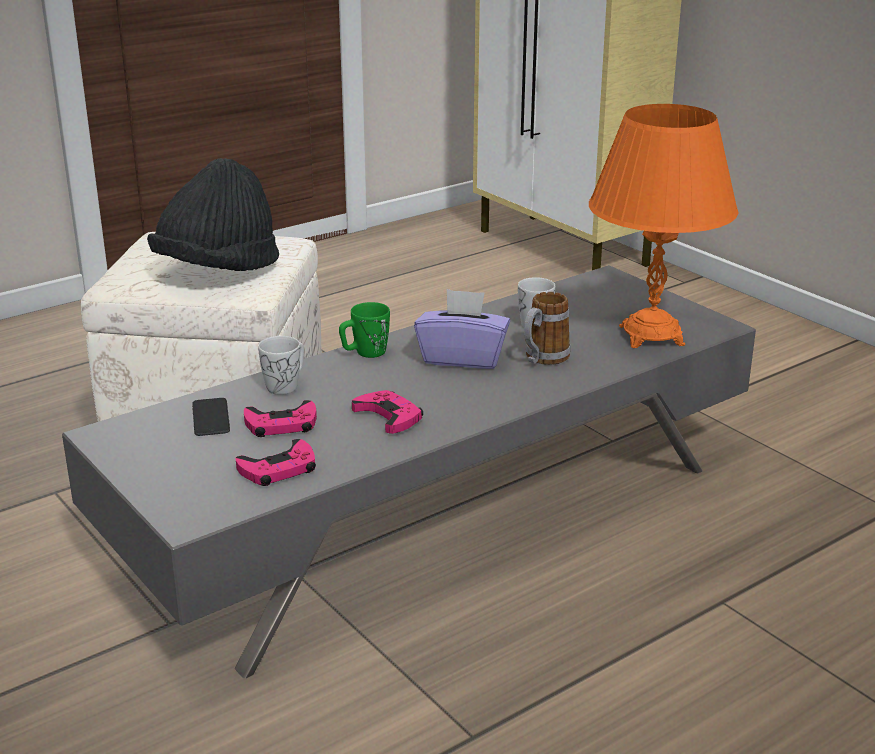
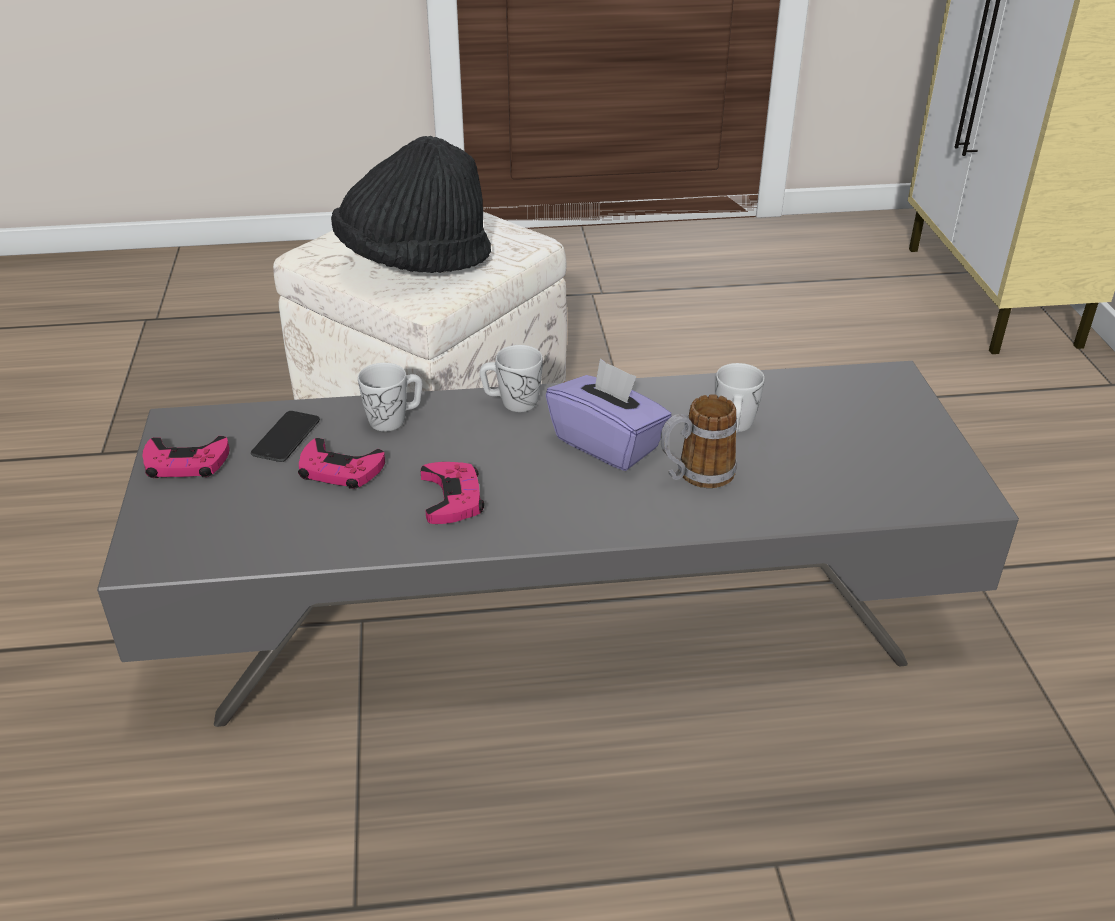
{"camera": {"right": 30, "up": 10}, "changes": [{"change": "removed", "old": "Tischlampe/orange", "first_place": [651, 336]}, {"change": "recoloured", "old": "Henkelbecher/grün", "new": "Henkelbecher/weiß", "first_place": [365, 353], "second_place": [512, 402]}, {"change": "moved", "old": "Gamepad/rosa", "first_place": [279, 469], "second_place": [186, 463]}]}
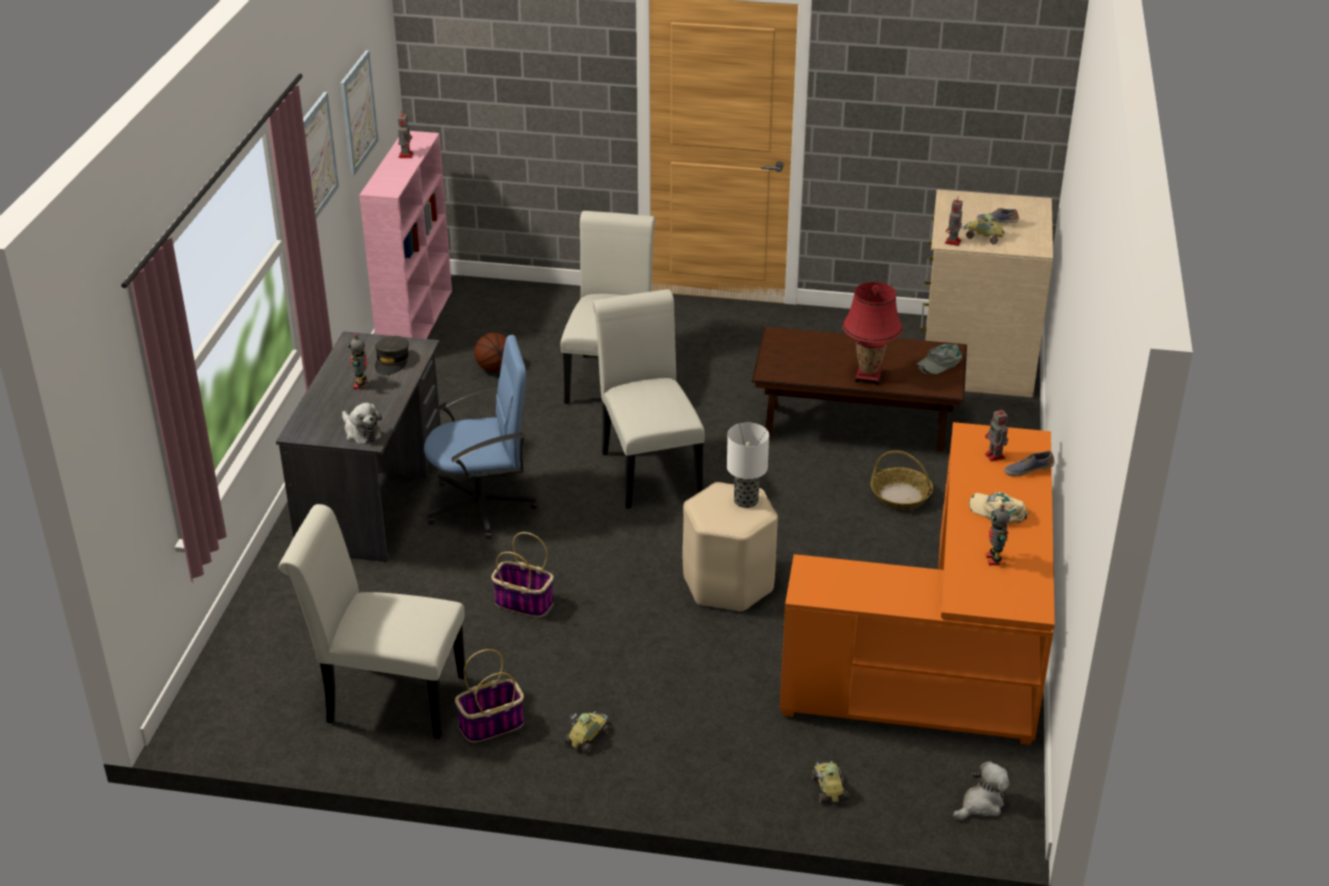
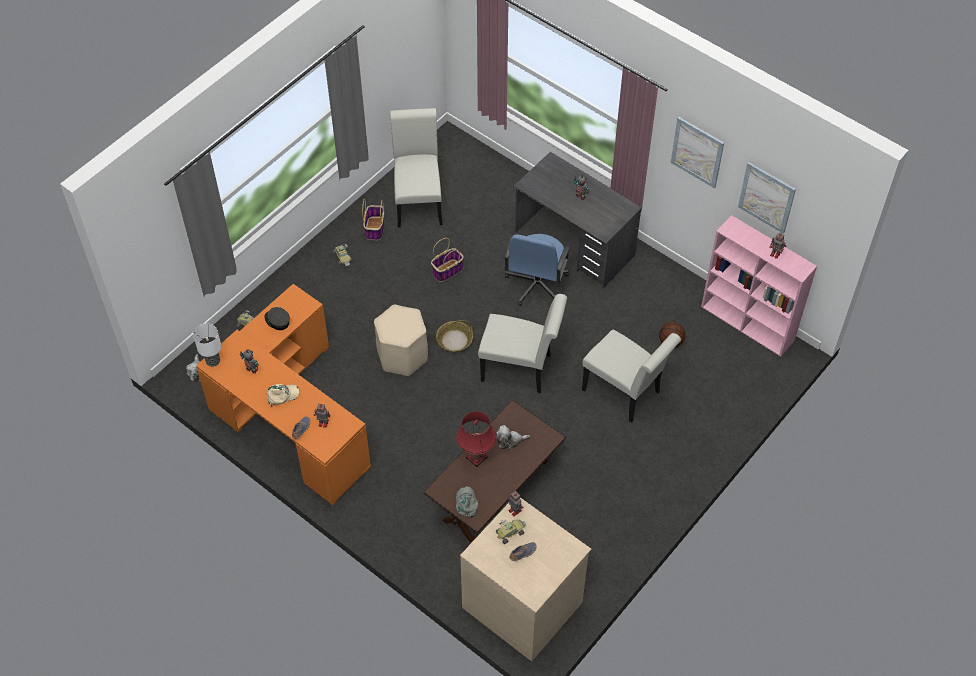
{"camera": {"right": 120, "up": 20}, "changes": [{"change": "moved", "old": "Kappe/grau", "first_place": [392, 362], "second_place": [277, 321]}, {"change": "moved", "old": "Plüschtier", "first_place": [361, 432], "second_place": [510, 441]}, {"change": "moved", "old": "Tischlampe", "first_place": [745, 500], "second_place": [213, 360]}, {"change": "moved", "old": "Korb", "first_place": [900, 495], "second_place": [454, 340]}, {"change": "turned", "old": "Stuhl/weiß", "first_place": [386, 698], "second_place": [418, 200], "degrees": -45}]}
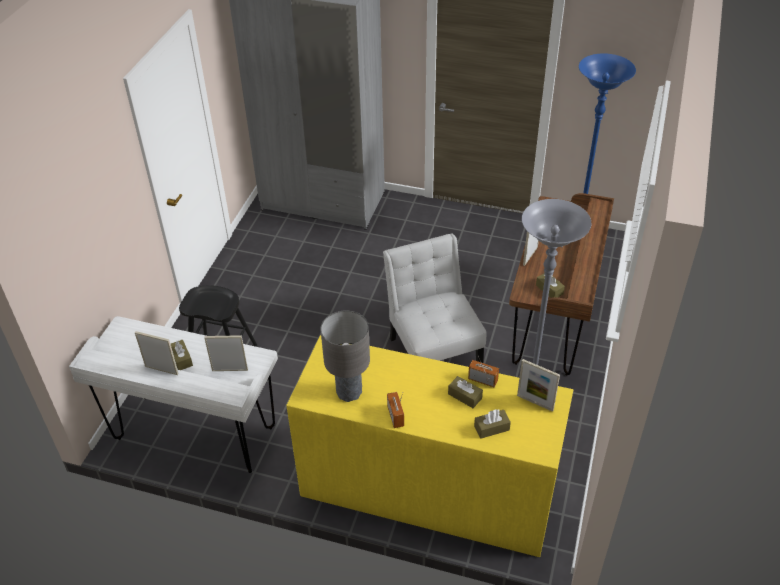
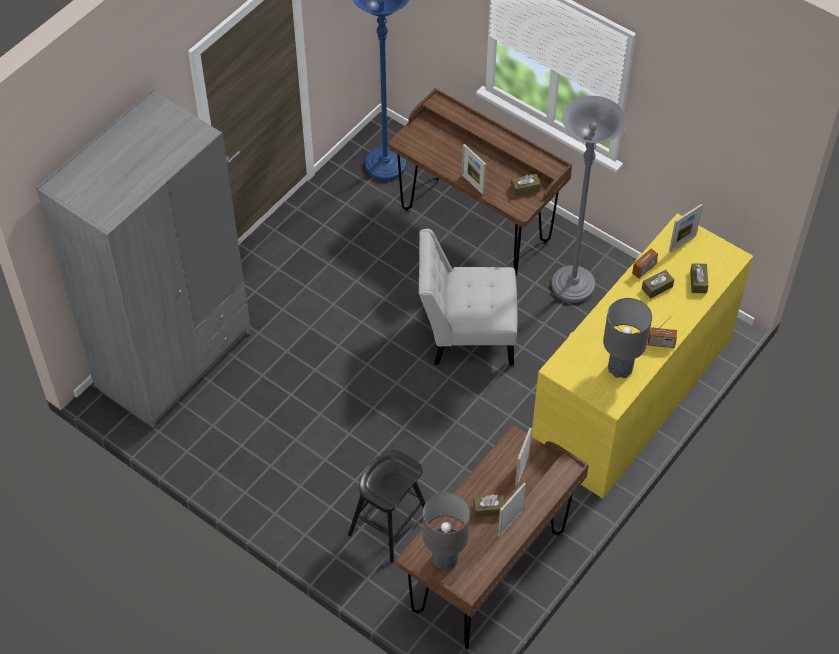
{"camera": {"right": -70, "up": 10}, "changes": [{"change": "recoloured", "old": "Schreibtisch/weiß", "new": "Schreibtisch/braun", "first_place": [195, 434], "second_place": [489, 573]}, {"change": "added", "new": "Tischlampe/grau", "second_place": [445, 558]}]}
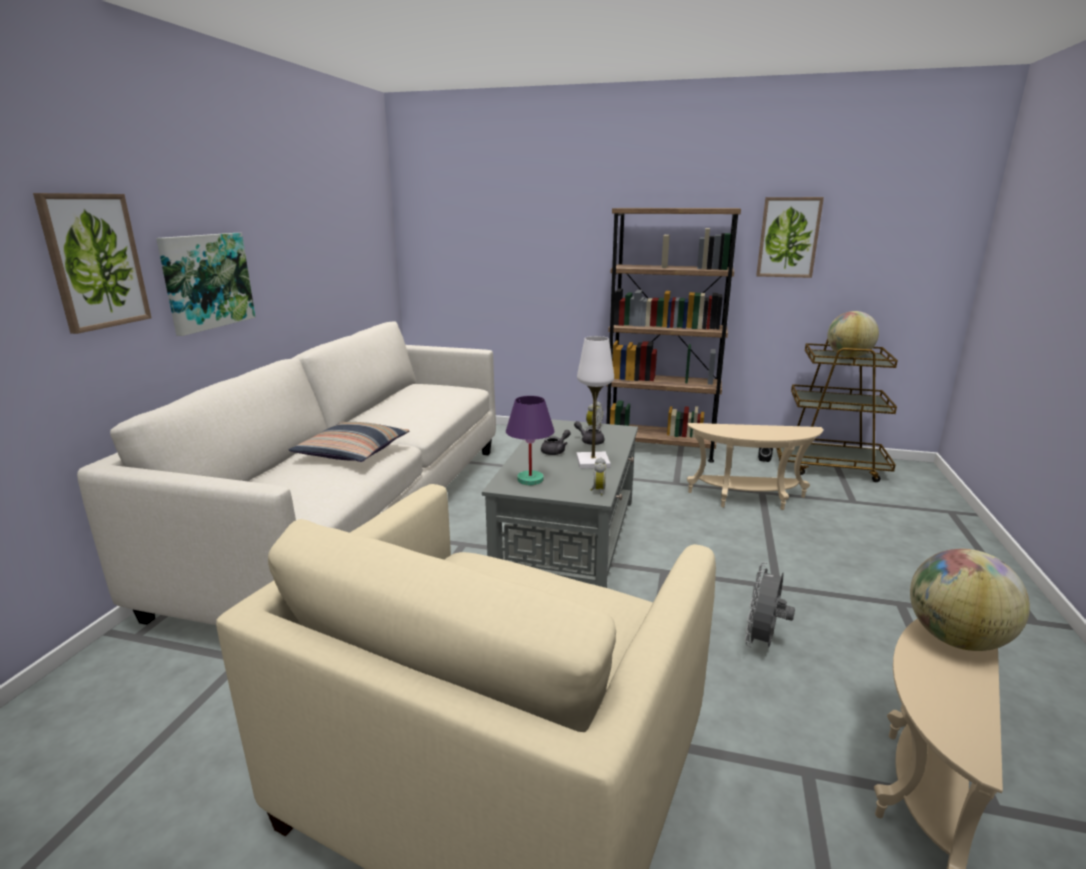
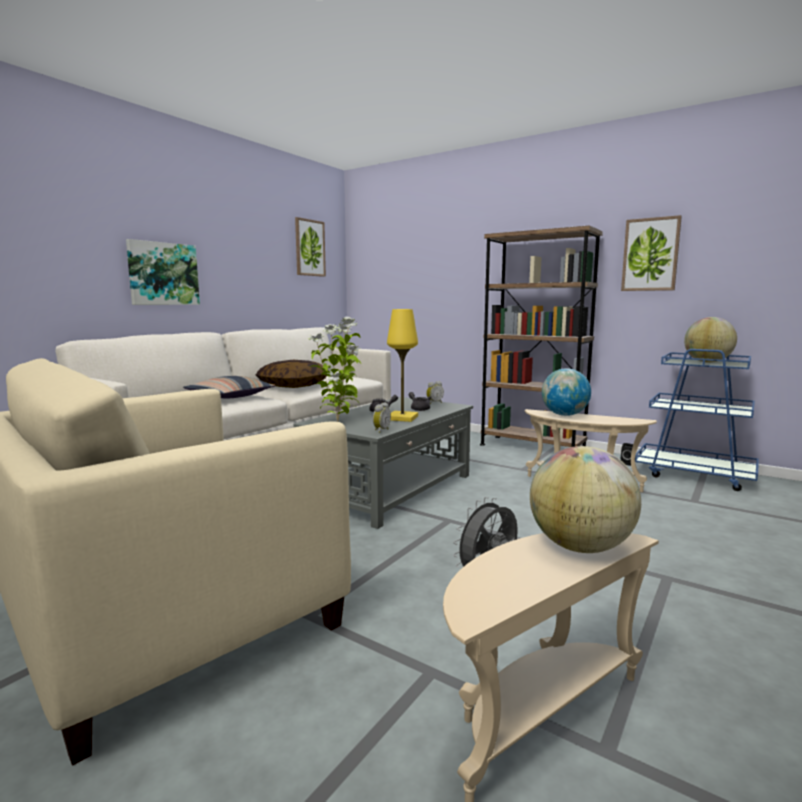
{"camera": {"right": 20, "up": -10}, "changes": [{"change": "moved", "old": "Bild", "first_place": [95, 261], "second_place": [309, 248]}, {"change": "recoloured", "old": "Tischlampe/weiß", "new": "Tischlampe/gelb", "first_place": [593, 462], "second_place": [402, 418]}, {"change": "recoloured", "old": "Rollwagen/braun", "new": "Rollwagen/blau", "first_place": [829, 466], "second_place": [694, 475]}, {"change": "replaced", "old": "Tischlampe/lila", "new": "Topfpflanze", "first_place": [531, 480], "second_place": [338, 421]}, {"change": "added", "new": "Kissen", "second_place": [293, 385]}, {"change": "added", "new": "Globus", "second_place": [564, 415]}]}
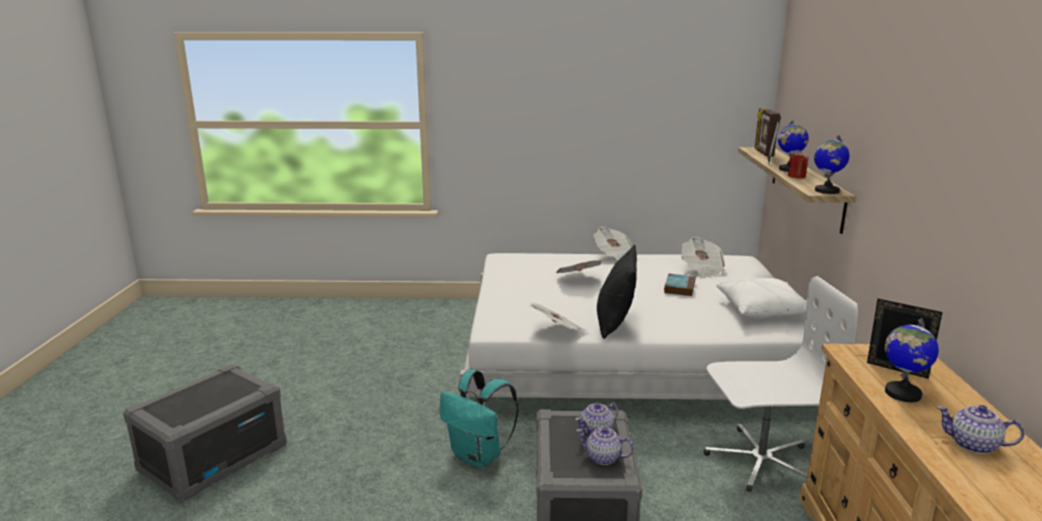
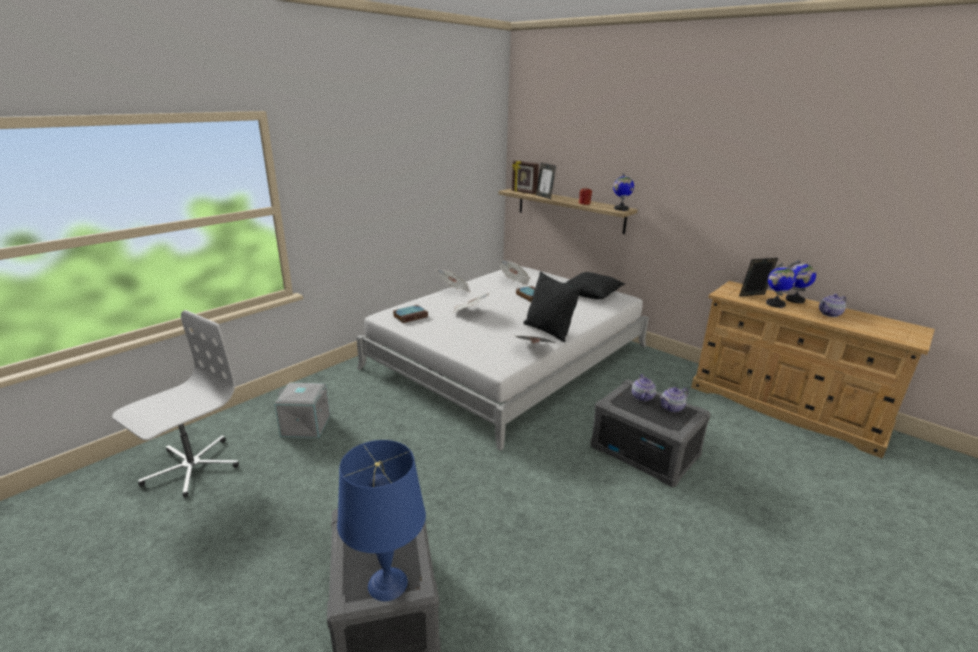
{"camera": {"right": -50, "up": 5}, "changes": [{"change": "moved", "old": "Globus", "first_place": [789, 169], "second_place": [795, 300]}, {"change": "moved", "old": "Bürostuhl/weiß", "first_place": [760, 460], "second_place": [191, 467]}, {"change": "recoloured", "old": "Kissen/weiß", "new": "Kissen/schwarz", "first_place": [762, 310], "second_place": [591, 293]}, {"change": "removed", "old": "Rucksack/türkis", "first_place": [479, 456]}, {"change": "added", "new": "Buch", "second_place": [411, 316]}, {"change": "added", "new": "Aufbewahrungsbox/grau", "second_place": [305, 426]}, {"change": "added", "new": "Tischlampe/blau", "second_place": [387, 583]}]}
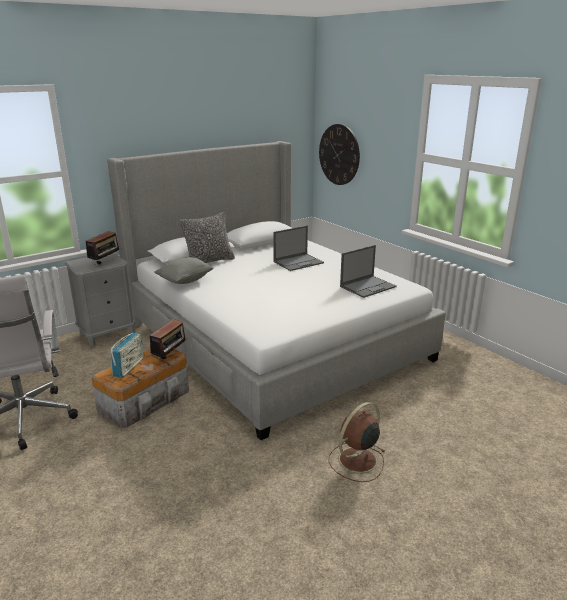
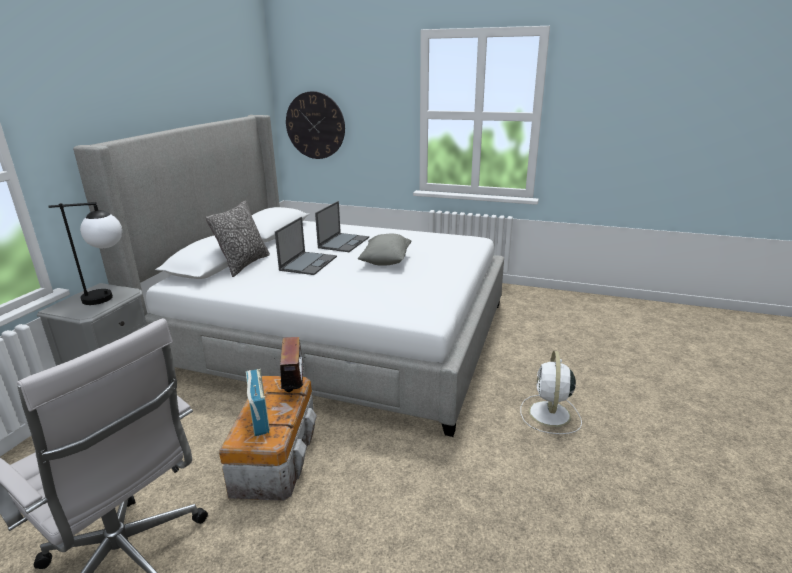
{"camera": {"right": -35, "up": 0}, "changes": [{"change": "replaced", "old": "Radio", "new": "Tischlampe", "first_place": [105, 262], "second_place": [110, 297]}, {"change": "moved", "old": "Laptop", "first_place": [368, 286], "second_place": [308, 263]}, {"change": "moved", "old": "Kissen/grau", "first_place": [185, 281], "second_place": [385, 261]}, {"change": "recoloured", "old": "Ventilator/braun", "new": "Ventilator/weiß", "first_place": [356, 461], "second_place": [549, 415]}]}
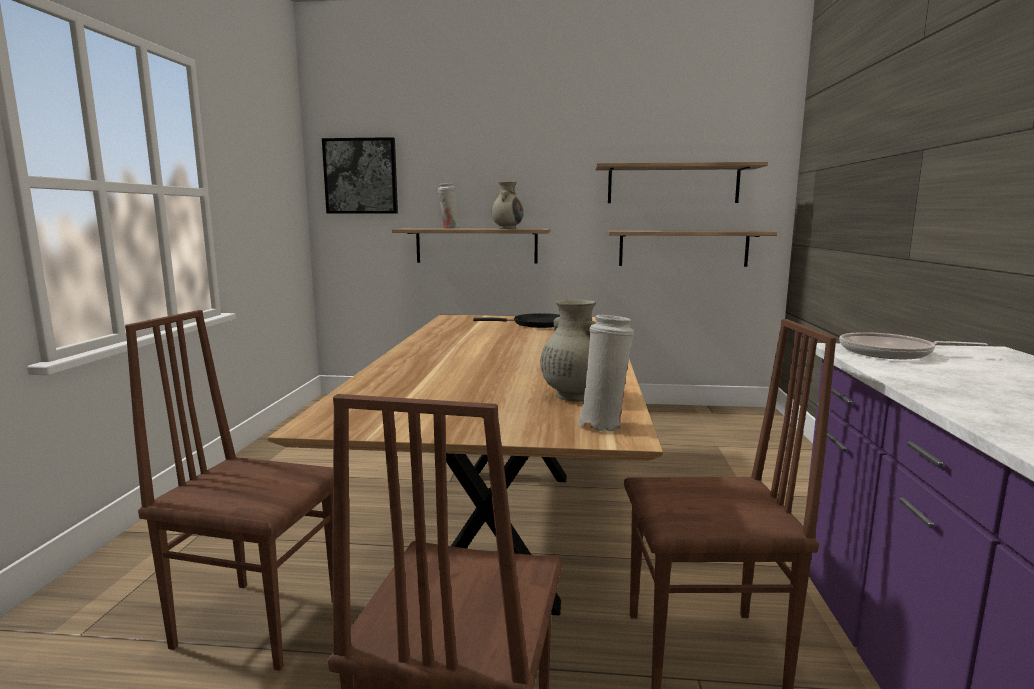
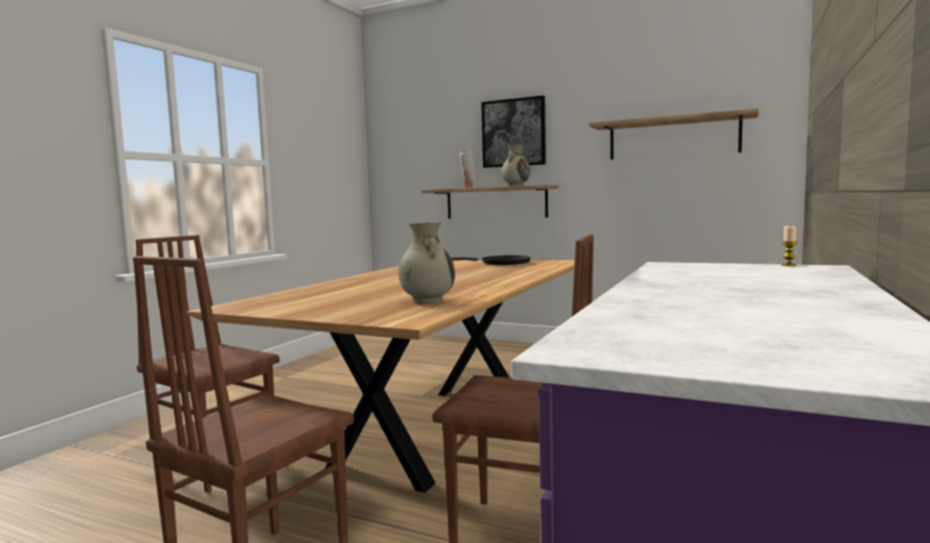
{"camera": {"right": 20, "up": -5}, "changes": [{"change": "moved", "old": "Bild", "first_place": [361, 176], "second_place": [514, 133]}, {"change": "removed", "old": "Wandregal", "first_place": [683, 248]}, {"change": "removed", "old": "Vase/weiß", "first_place": [603, 425]}, {"change": "removed", "old": "Pfanne", "first_place": [891, 353]}, {"change": "added", "new": "Kerze", "second_place": [788, 265]}]}
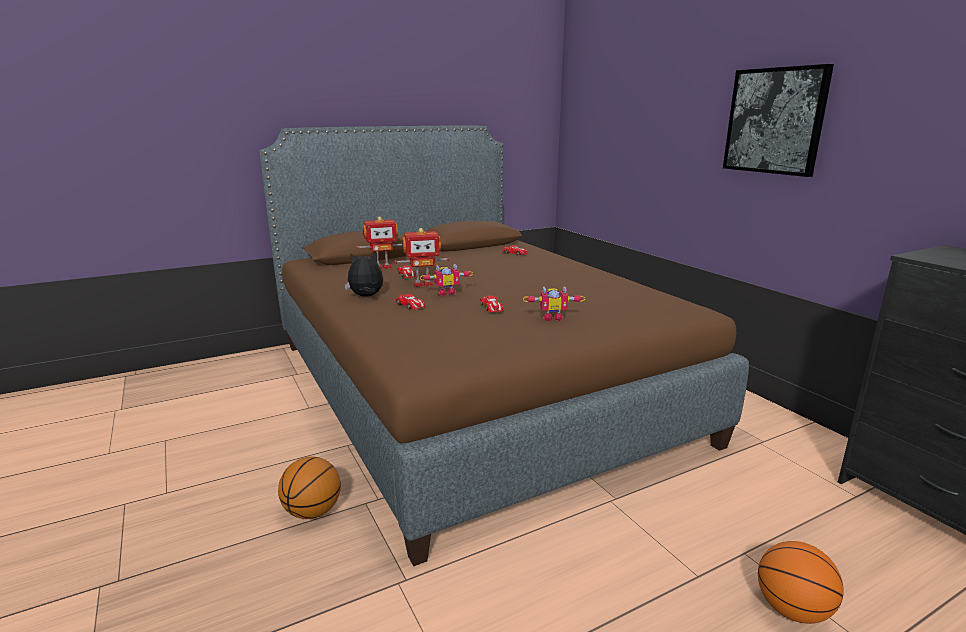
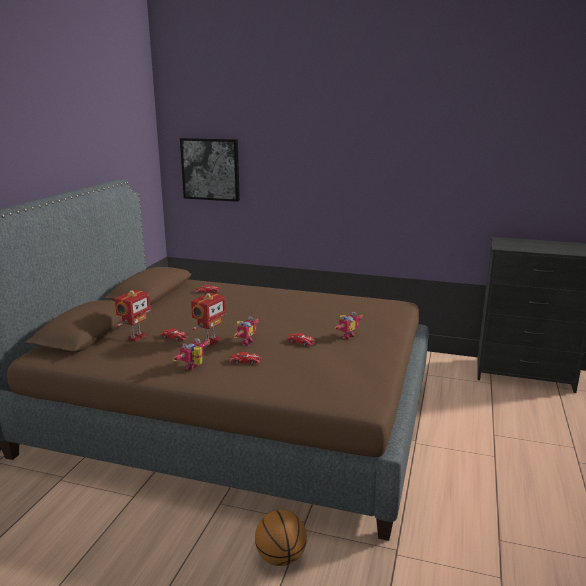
{"camera": {"right": -45, "up": 0}, "changes": [{"change": "moved", "old": "Bild", "first_place": [775, 121], "second_place": [210, 169]}, {"change": "replaced", "old": "Plüschtier", "new": "Spielzeugroboter", "first_place": [366, 296], "second_place": [194, 367]}, {"change": "removed", "old": "Basketball", "first_place": [792, 609]}]}
